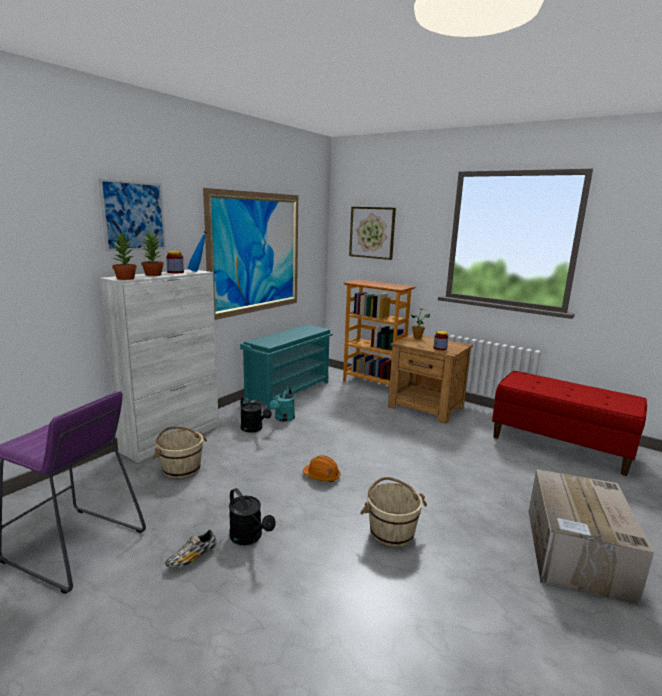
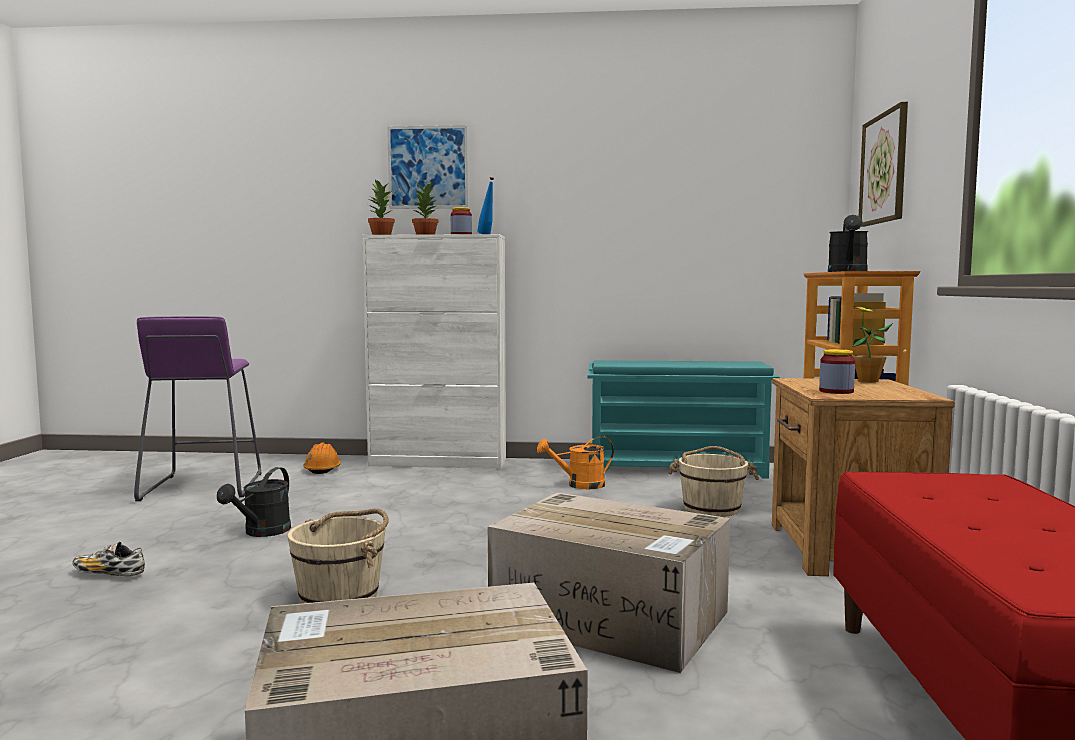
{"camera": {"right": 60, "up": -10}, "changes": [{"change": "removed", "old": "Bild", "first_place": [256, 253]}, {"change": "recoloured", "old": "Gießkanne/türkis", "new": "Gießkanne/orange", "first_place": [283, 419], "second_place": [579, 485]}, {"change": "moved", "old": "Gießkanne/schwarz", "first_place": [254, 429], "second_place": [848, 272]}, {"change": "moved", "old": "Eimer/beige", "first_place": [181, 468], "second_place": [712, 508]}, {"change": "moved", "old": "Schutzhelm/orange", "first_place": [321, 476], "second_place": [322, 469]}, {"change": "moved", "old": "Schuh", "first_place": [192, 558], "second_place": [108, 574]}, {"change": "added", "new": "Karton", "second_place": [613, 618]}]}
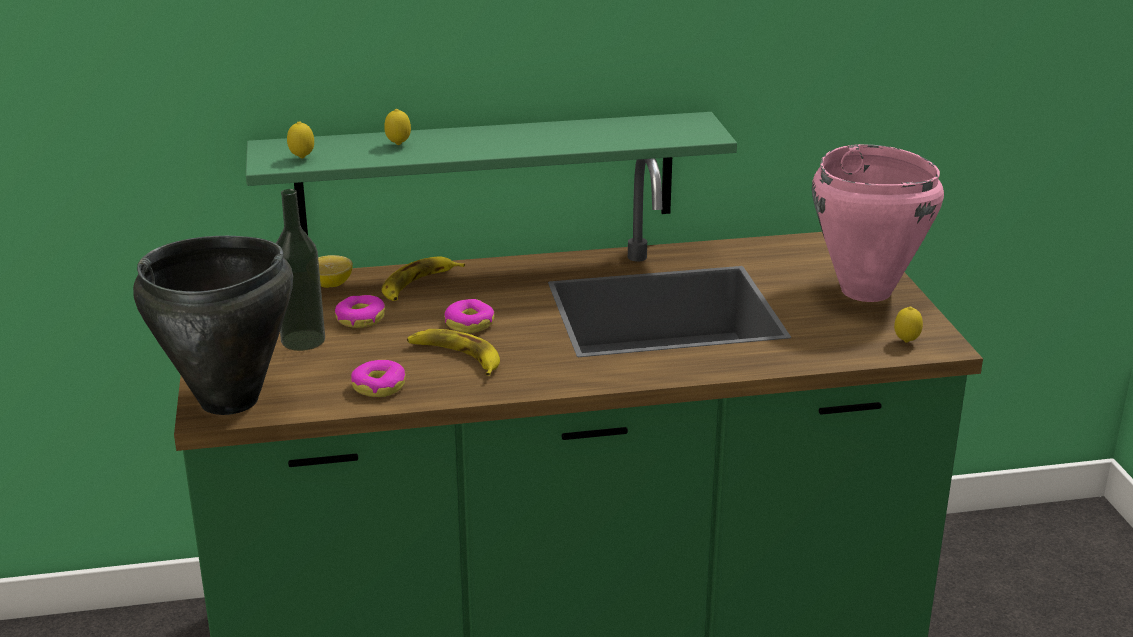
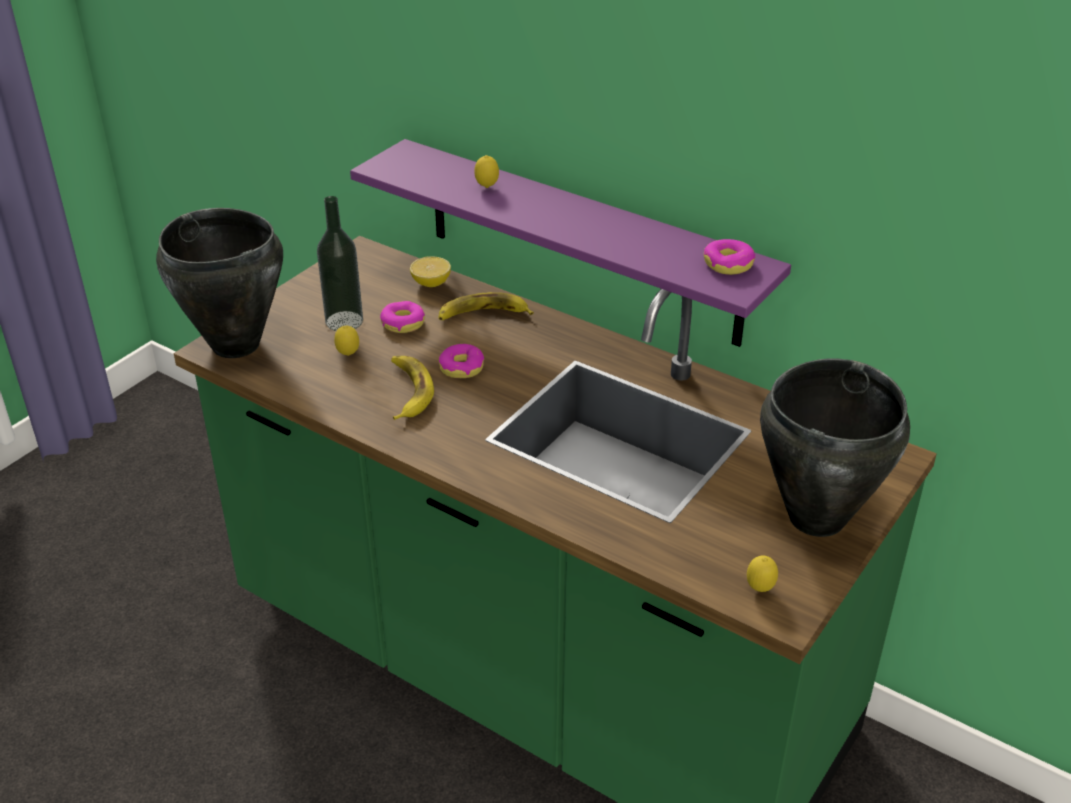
{"camera": {"right": 45, "up": 10}, "changes": [{"change": "recoloured", "old": "Wandregal/grün", "new": "Wandregal/lila", "first_place": [486, 176], "second_place": [581, 242]}, {"change": "moved", "old": "Zitrone", "first_place": [302, 158], "second_place": [348, 355]}, {"change": "recoloured", "old": "Kochtopf/rosa", "new": "Kochtopf/schwarz", "first_place": [865, 291], "second_place": [815, 518]}, {"change": "moved", "old": "Donut", "first_place": [379, 386], "second_place": [728, 264]}]}
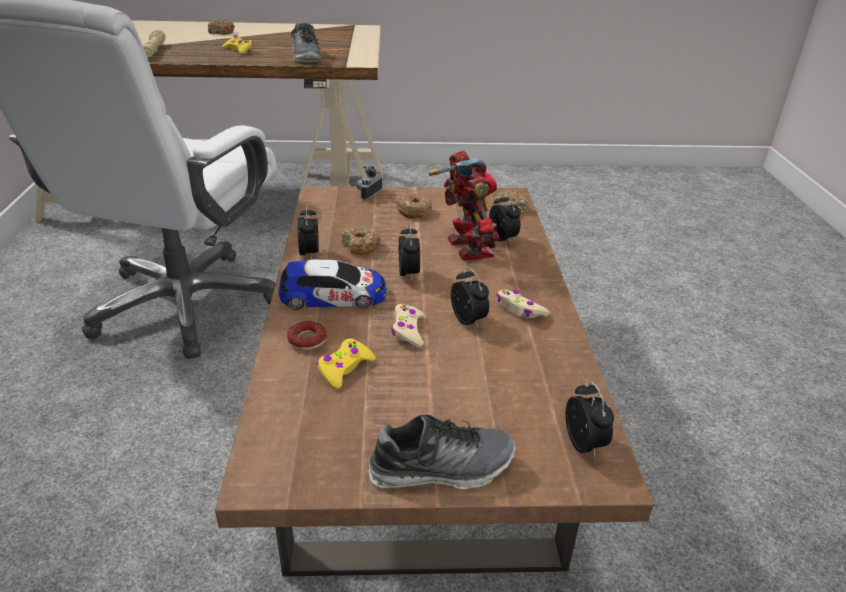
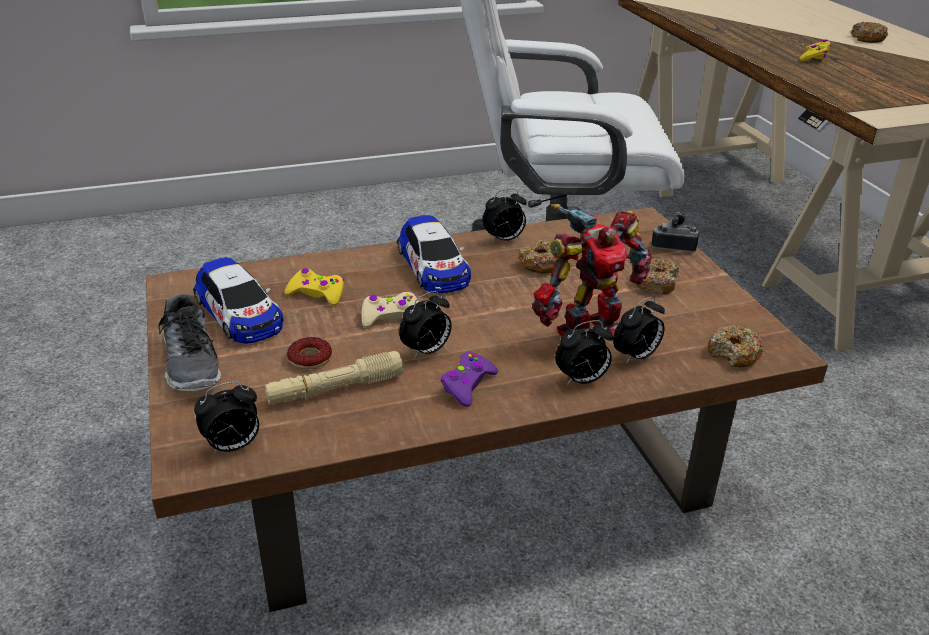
{"camera": {"right": 75, "up": 0}, "changes": [{"change": "removed", "old": "Schuh", "first_place": [306, 56]}, {"change": "moved", "old": "Taschenlampe/beige", "first_place": [154, 50], "second_place": [335, 389]}, {"change": "moved", "old": "Wecker", "first_place": [408, 274], "second_place": [581, 380]}, {"change": "recoloured", "old": "Gamepad/beige", "new": "Gamepad/lila", "first_place": [520, 310], "second_place": [467, 385]}, {"change": "moved", "old": "Donut", "first_place": [307, 340], "second_place": [310, 358]}, {"change": "added", "new": "Spielzeugauto", "second_place": [239, 313]}]}
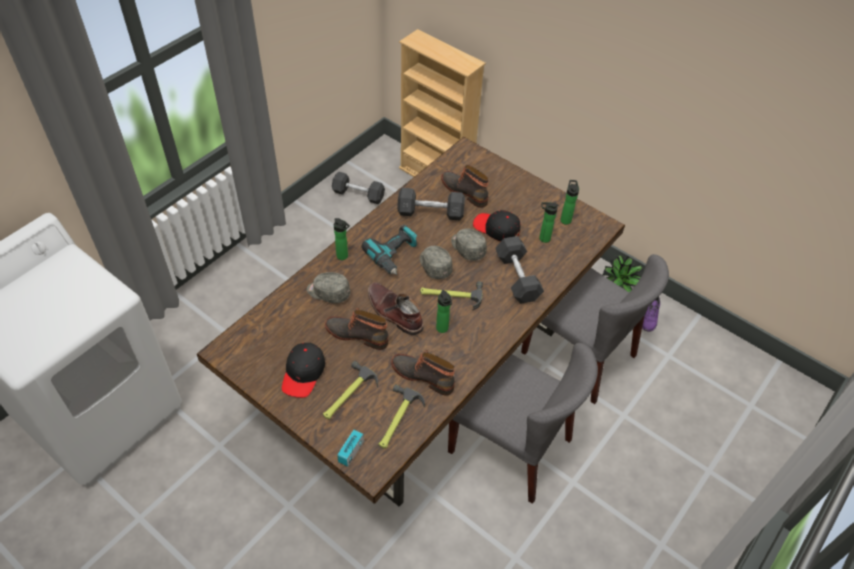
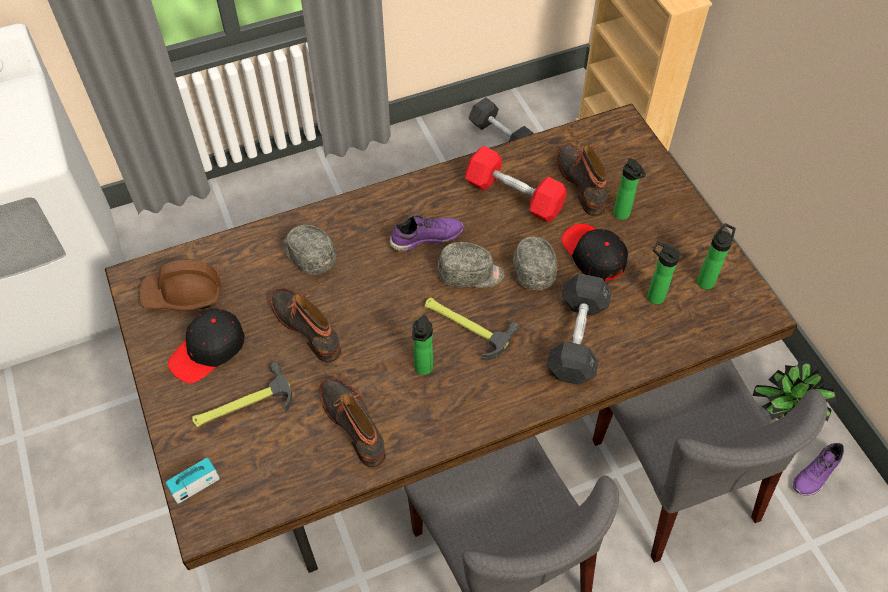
{"camera": {"right": 30, "up": 5}, "changes": [{"change": "recoloured", "old": "Hantel/grau", "new": "Hantel/rot", "first_place": [430, 212], "second_place": [514, 196]}, {"change": "moved", "old": "Flasche", "first_place": [343, 257], "second_place": [622, 215]}, {"change": "replaced", "old": "Bohrmaschine", "new": "Schuh/lila", "first_place": [394, 255], "second_place": [426, 237]}, {"change": "turned", "old": "Kappe/grau", "first_place": [434, 266], "second_place": [470, 274], "degrees": 90}, {"change": "removed", "old": "Stiefel/braun", "first_place": [394, 312]}, {"change": "removed", "old": "Hammer", "first_place": [397, 420]}, {"change": "added", "new": "Schutzhelm/braun", "second_place": [183, 294]}]}
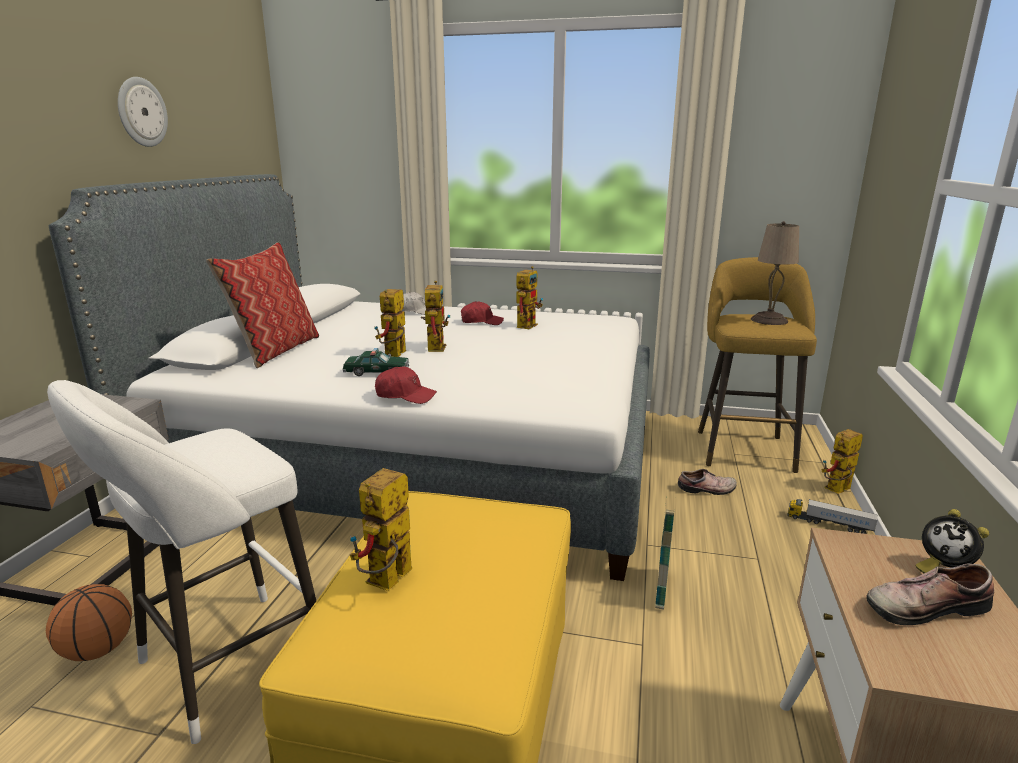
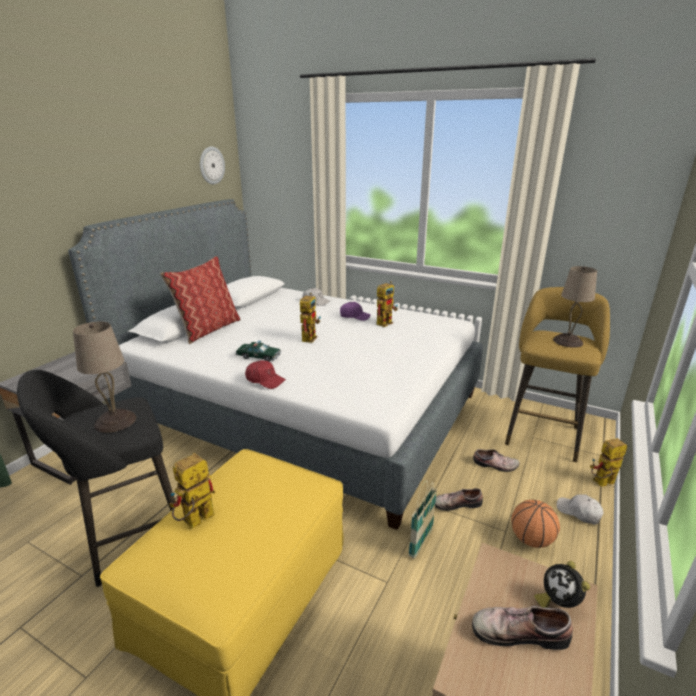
{"camera": {"right": 15, "up": 5}, "changes": [{"change": "moved", "old": "Wanduhr", "first_place": [141, 112], "second_place": [211, 165]}, {"change": "removed", "old": "Spielzeugroboter", "first_place": [394, 356]}, {"change": "recoloured", "old": "Kappe/rot", "new": "Kappe/lila", "first_place": [481, 322], "second_place": [354, 316]}, {"change": "recoloured", "old": "Hocker/weiß", "new": "Hocker/schwarz", "first_place": [223, 667], "second_place": [129, 539]}, {"change": "replaced", "old": "Spielzeuglaster", "new": "Kappe/weiß", "first_place": [829, 524], "second_place": [579, 512]}, {"change": "moved", "old": "Basketball", "first_place": [98, 650], "second_place": [531, 539]}, {"change": "added", "new": "Tischlampe/beige", "second_place": [114, 421]}, {"change": "added", "new": "Schuh", "second_place": [456, 503]}]}
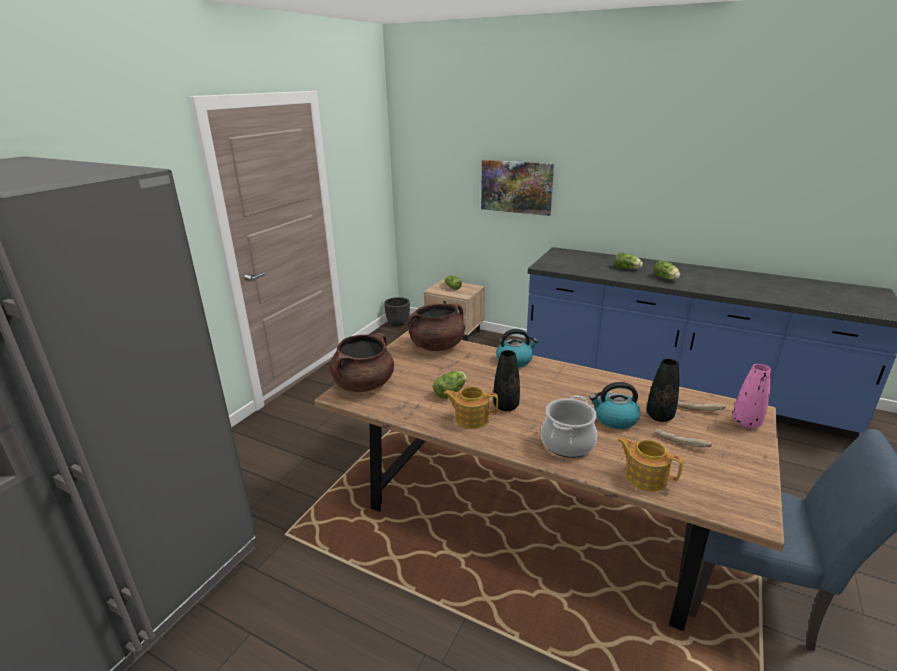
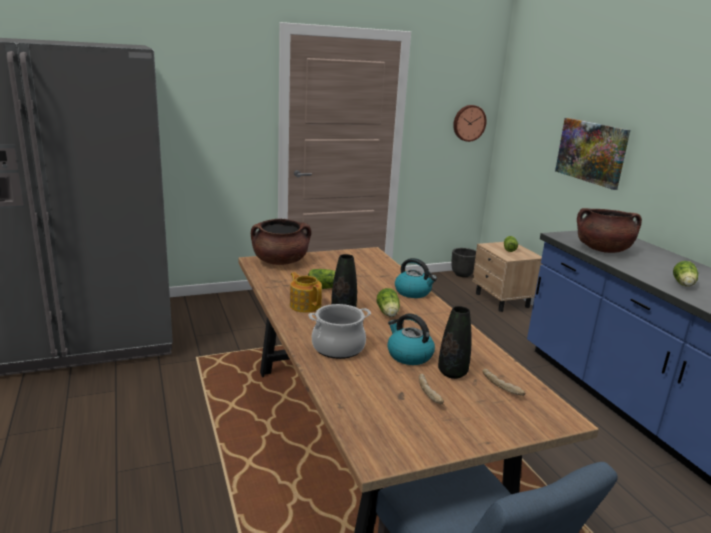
{"camera": {"right": 40, "up": -5}, "changes": [{"change": "moved", "old": "Salatkopf", "first_place": [627, 268], "second_place": [388, 313]}, {"change": "moved", "old": "Kochtopf/braun", "first_place": [437, 346], "second_place": [602, 250]}, {"change": "removed", "old": "Vase/rosa", "first_place": [746, 423]}, {"change": "removed", "old": "Teekanne", "first_place": [645, 476]}, {"change": "added", "new": "Wanduhr", "second_place": [468, 123]}]}
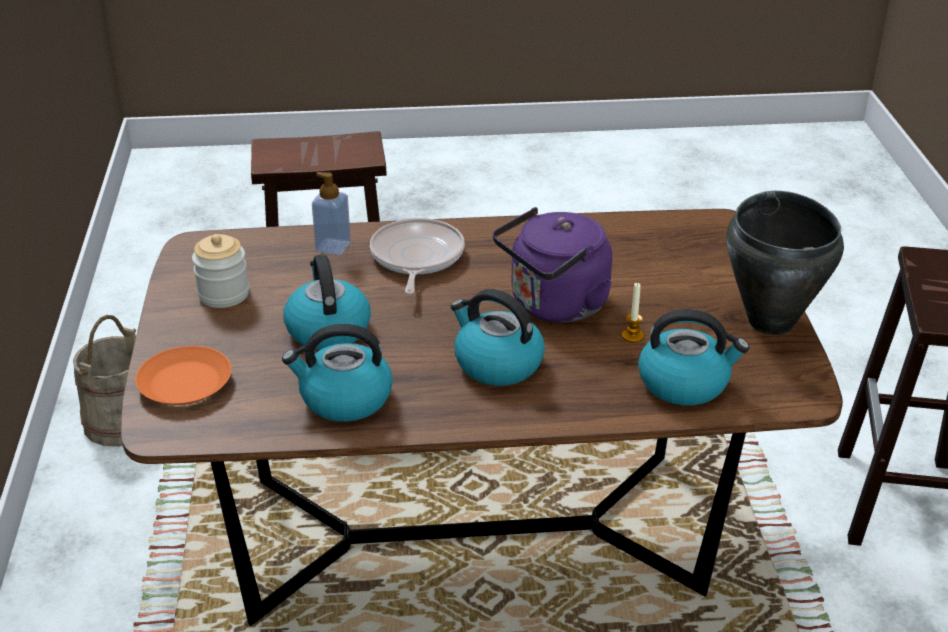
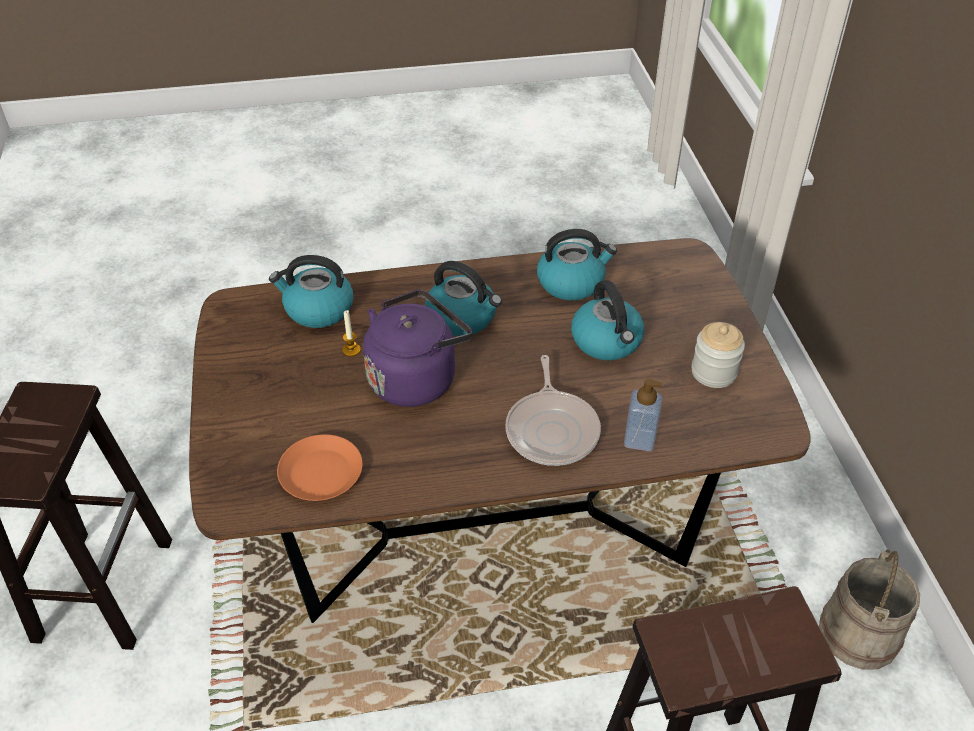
{"camera": {"right": 175, "up": 10}, "changes": [{"change": "removed", "old": "Kochtopf/schwarz", "first_place": [771, 321]}, {"change": "moved", "old": "Teller/orange", "first_place": [186, 383], "second_place": [320, 473]}]}
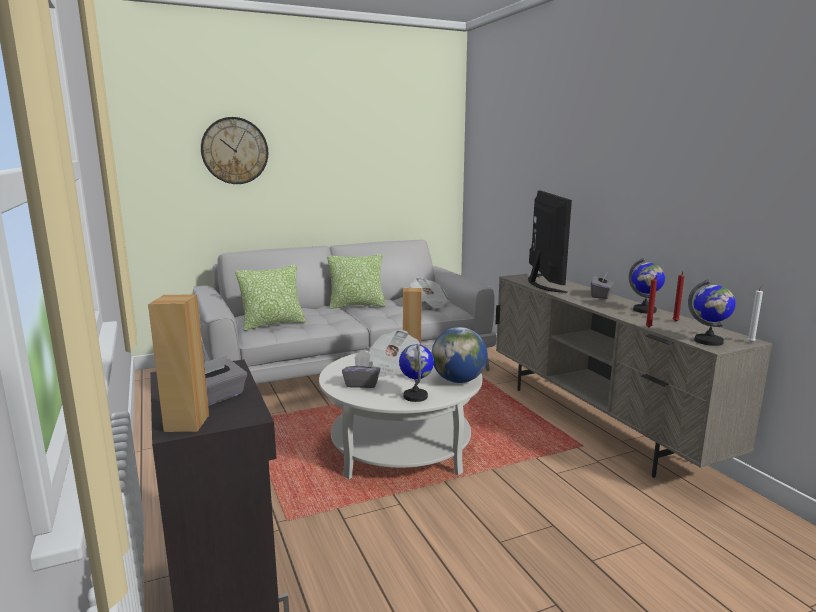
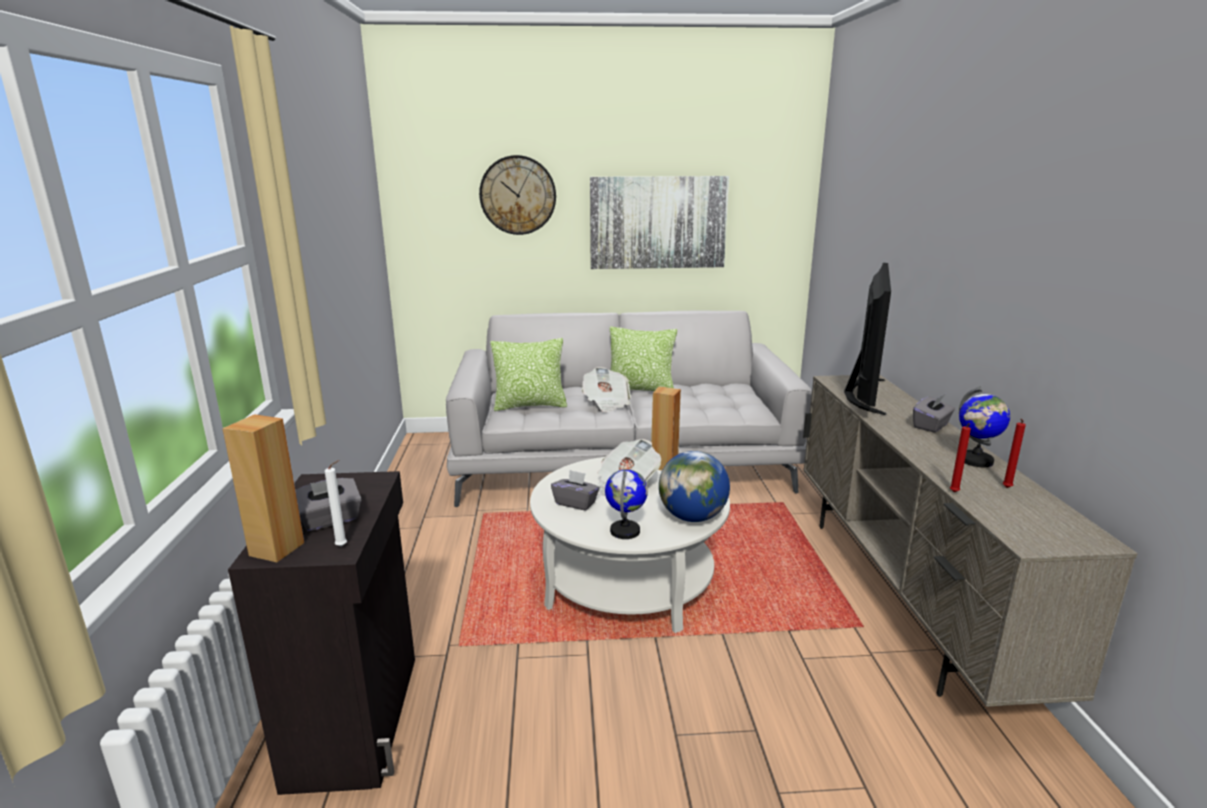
{"camera": {"right": 20, "up": 5}, "changes": [{"change": "moved", "old": "Zeitung", "first_place": [429, 303], "second_place": [606, 403]}, {"change": "removed", "old": "Globus", "first_place": [708, 341]}, {"change": "moved", "old": "Kerze/weiß", "first_place": [751, 342], "second_place": [343, 546]}, {"change": "added", "new": "Bild", "second_place": [658, 222]}]}
